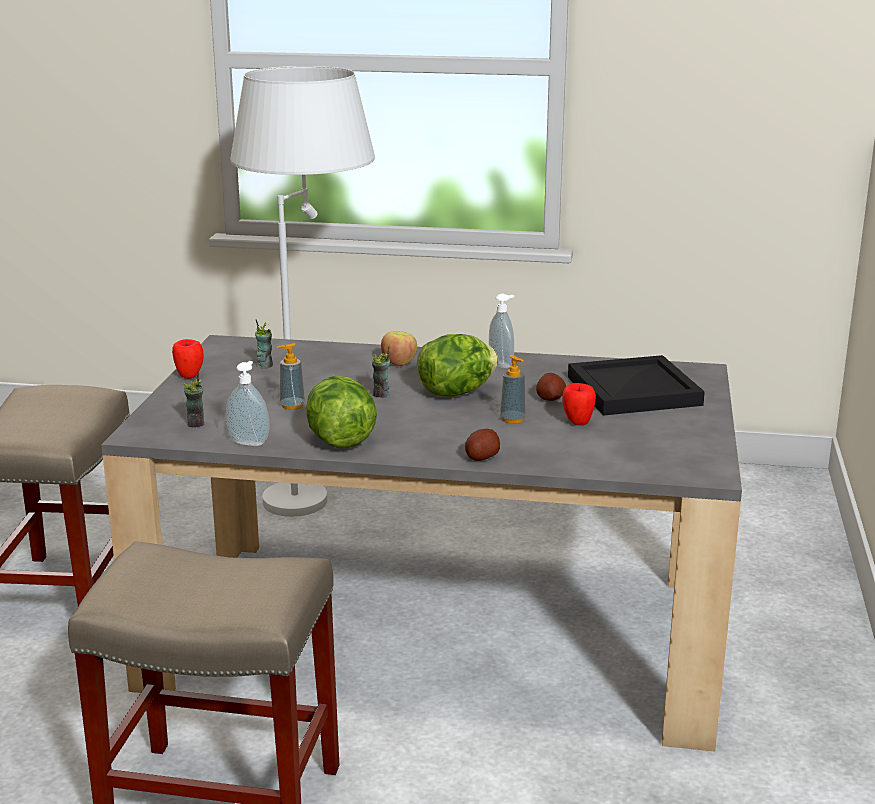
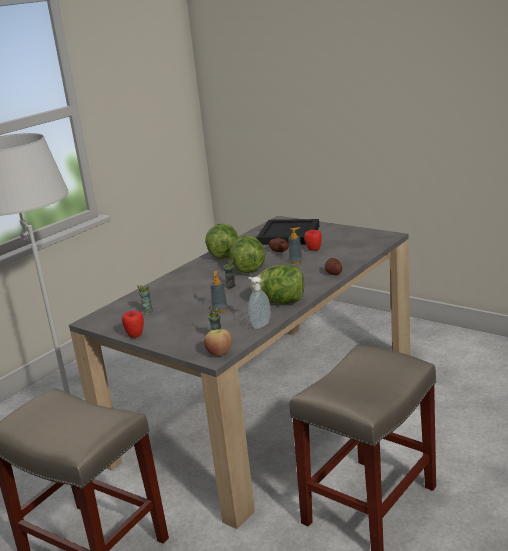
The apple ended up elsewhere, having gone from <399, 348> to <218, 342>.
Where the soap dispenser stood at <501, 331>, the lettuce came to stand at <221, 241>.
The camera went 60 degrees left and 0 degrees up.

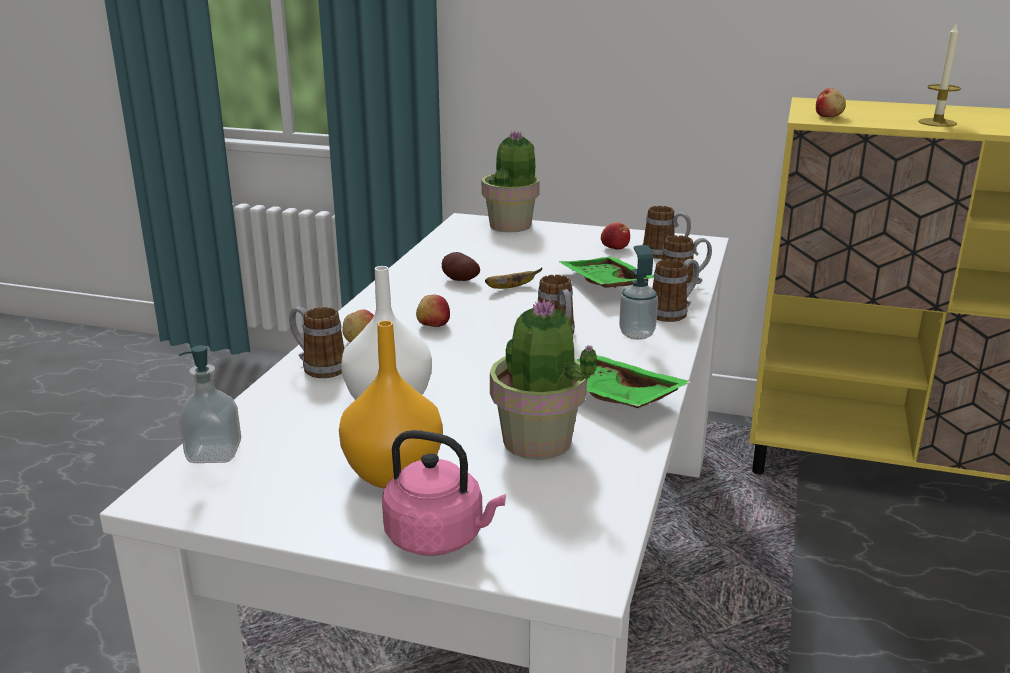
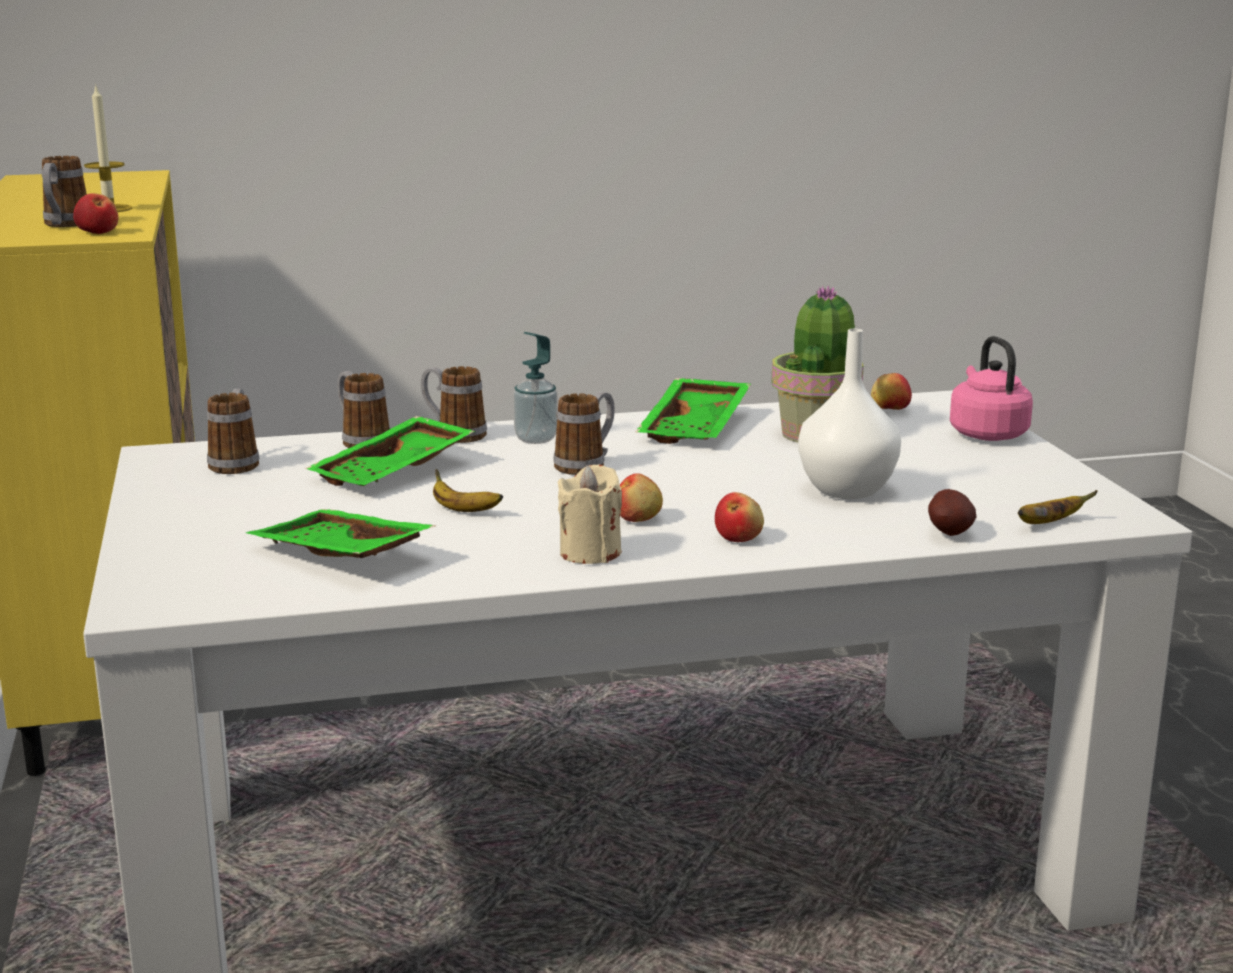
The second view lost the vase in orange at <391, 404>.
The second view lost the potted plant at <511, 181>.
The second view gained the tray in green at <341, 533>.
The second view gained the candle in beige at <590, 514>.
The mug ended up elsewhere, having gone from <316, 342> to <64, 191>.
The potato ended up elsewhere, having gone from <461, 266> to <952, 512>.
The apple ended up elsewhere, having gone from <615, 236> to <891, 391>.
Where the soap dispenser stood at <210, 404>, the banana came to stand at <1058, 507>.
The camera went 120 degrees left and 5 degrees down.

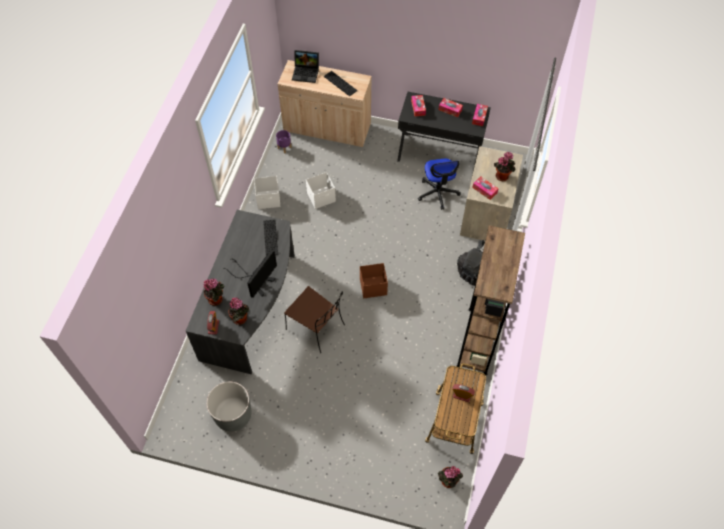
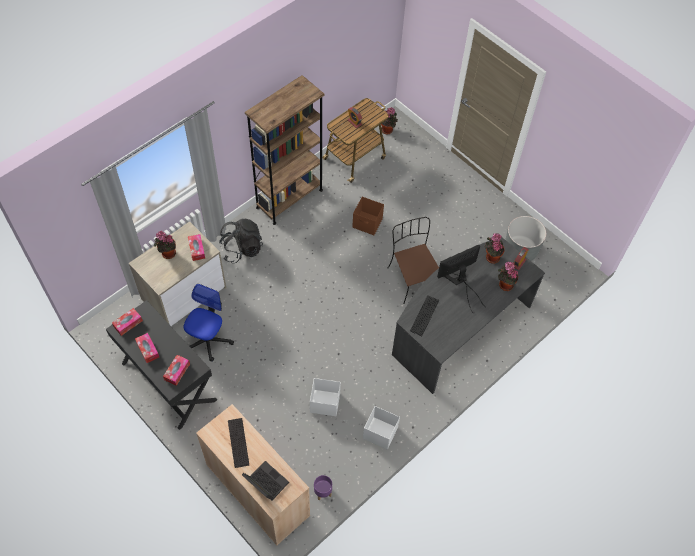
The storage box in brown ended up elsewhere, having gone from <374, 280> to <368, 216>.
The camera went 150 degrees left and 0 degrees up.

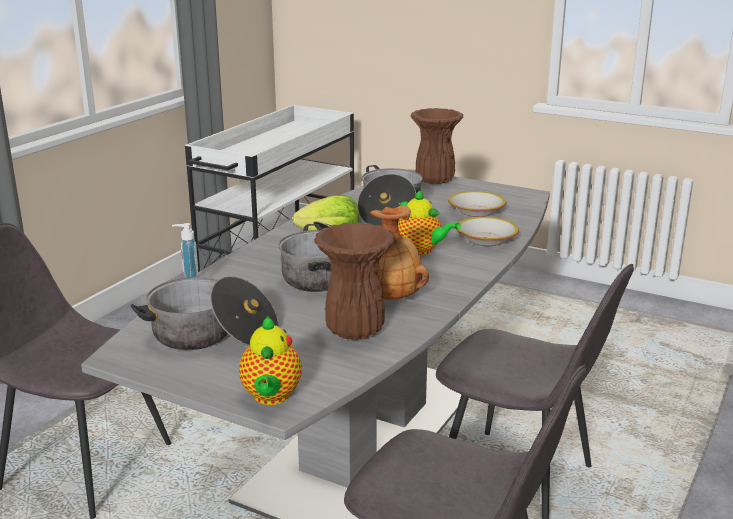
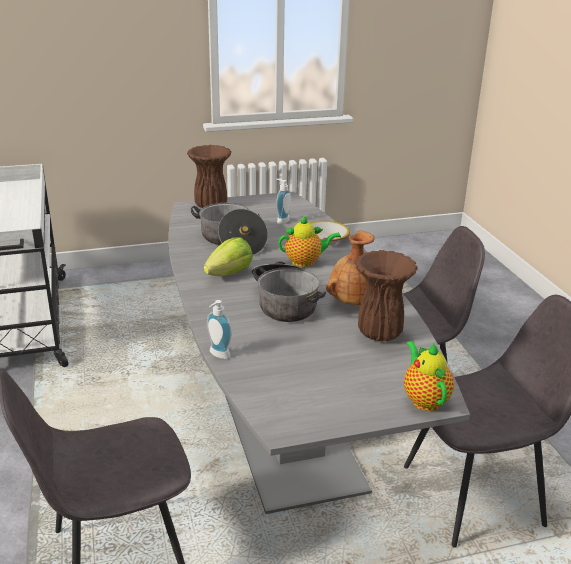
The second view lost the cooking pot at <205, 313>.
Where the bowl stood at <477, 204>, the soap dispenser came to stand at <283, 201>.
The teapot at <270, 360> ended up facing another way, 150 degrees counterclockwise from before.
The camera went 45 degrees left and 5 degrees up.

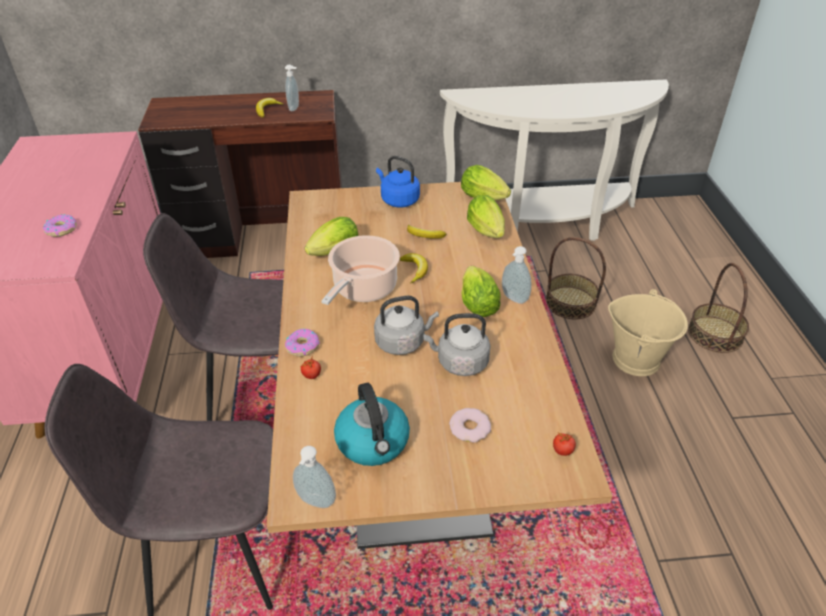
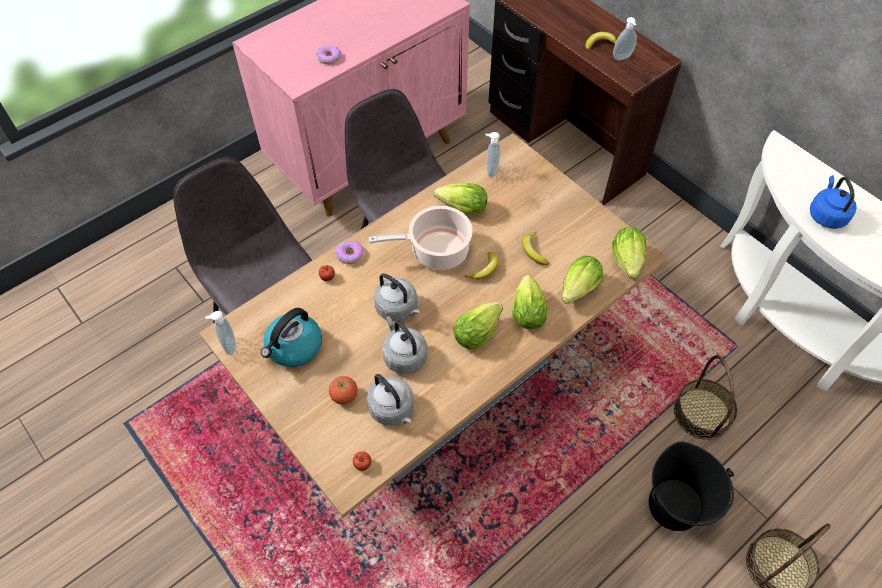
The second view gained the kettle in grey at <390, 399>.
The second view gained the lettuce at <529, 302>.
The kettle in blue ended up elsewhere, having gone from <398, 182> to <833, 202>.
The soap dispenser ended up elsewhere, having gone from <517, 275> to <492, 154>.
Where the donut stood at <470, 425>, the tomato came to stand at <343, 390>.
What was the bucket in beige at <648, 332> turned into the bucket in black at <691, 486>.
The camera went 55 degrees right and 15 degrees up.

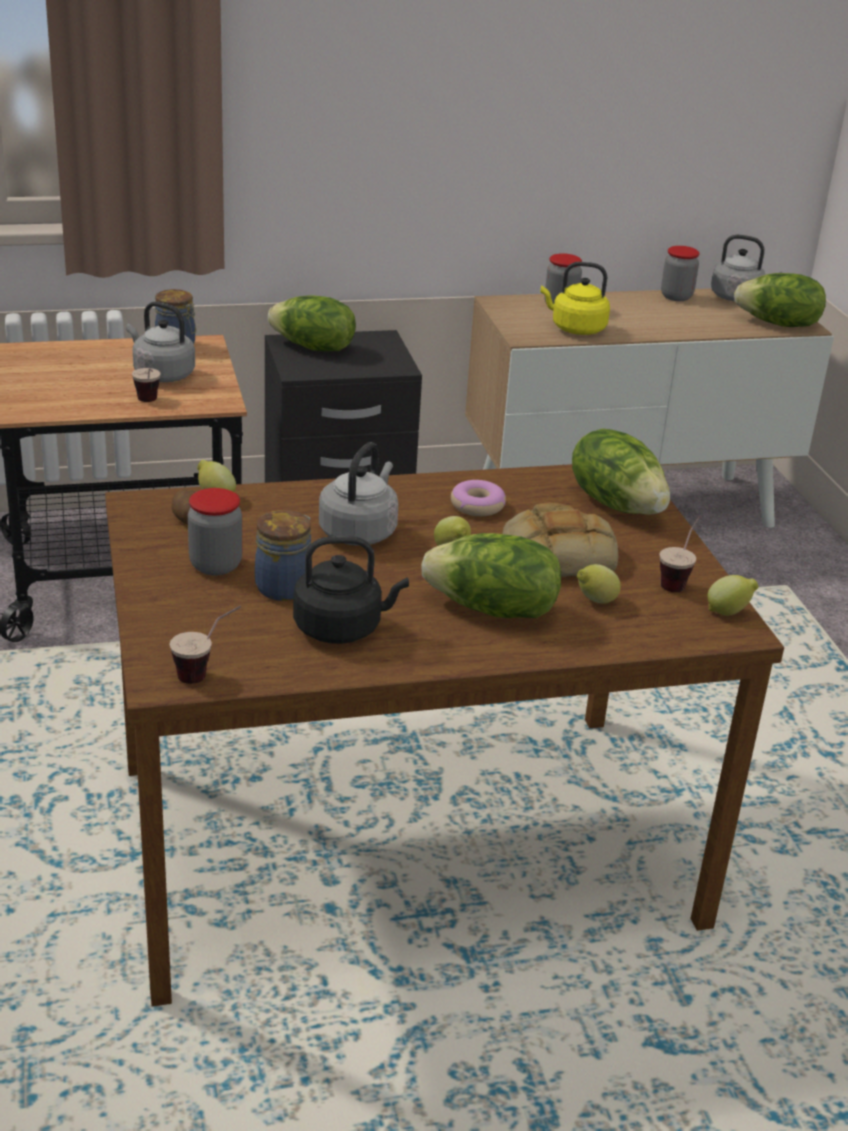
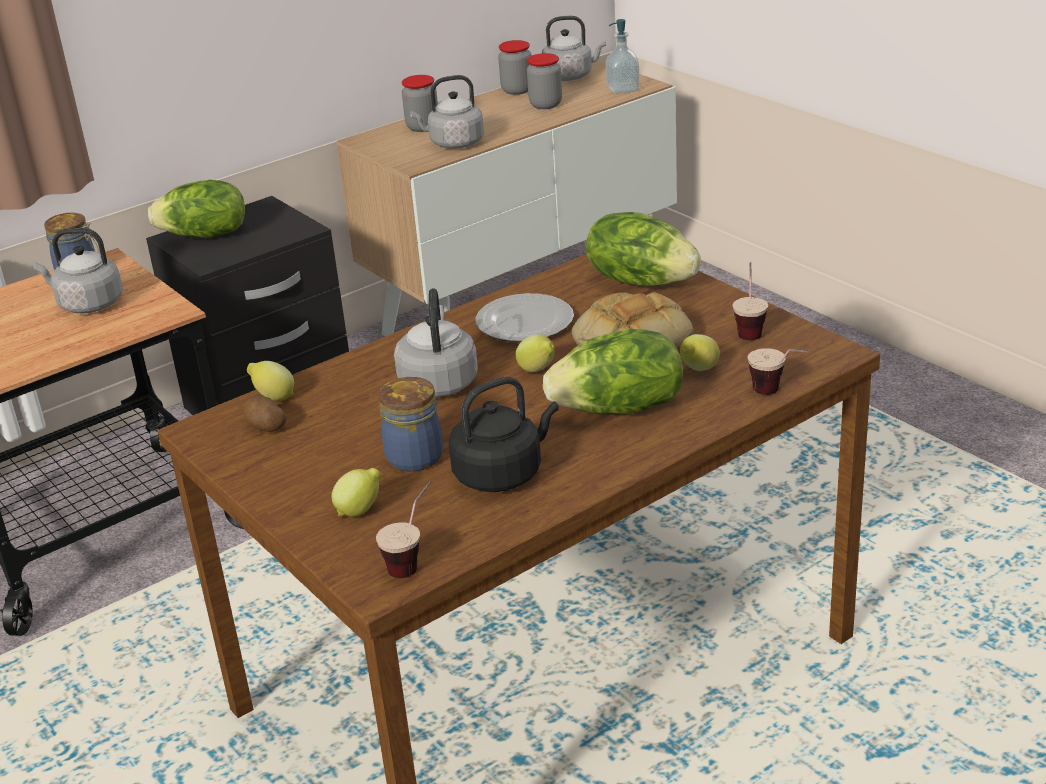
The cup ended up elsewhere, having gone from <146, 385> to <778, 371>.
The jar ended up elsewhere, having gone from <215, 532> to <544, 81>.
The lemon ended up elsewhere, having gone from <733, 595> to <357, 492>.
Where the donut stood at <478, 498>, the plate came to stand at <525, 317>.
Where the lettuce stood at <780, 300>, the soap dispenser came to stand at <623, 56>.
What was the kettle in yellow at <575, 298> turned into the kettle in grey at <447, 111>.
The camera went 20 degrees left and 0 degrees up.

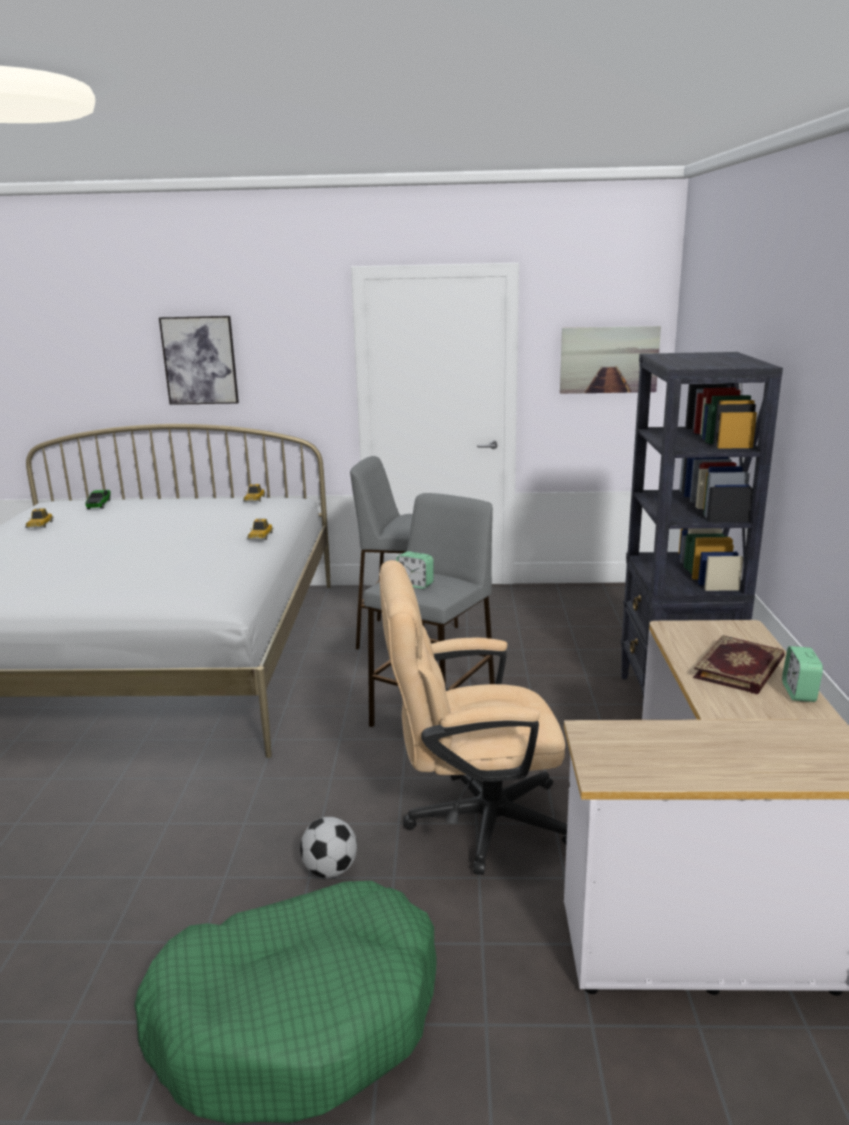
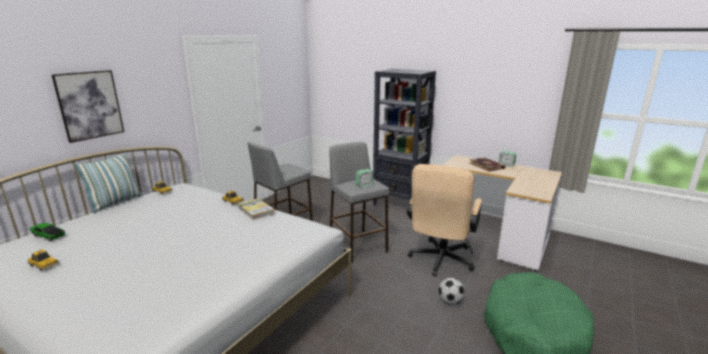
The second view lost the picture at <610, 360>.
The second view gained the pillow at <108, 183>.
The second view gained the book at <256, 209>.
The camera went 60 degrees left and 0 degrees up.

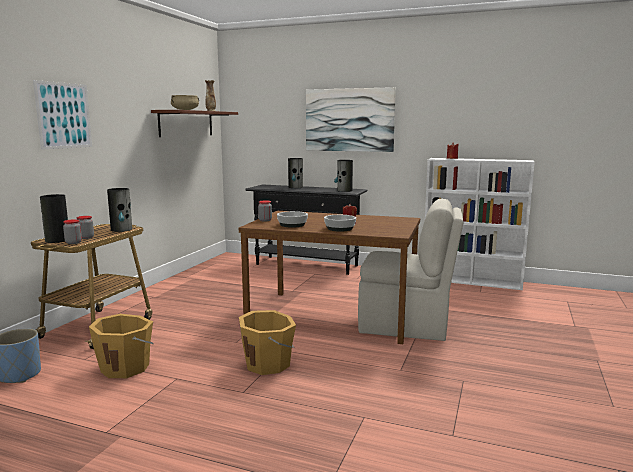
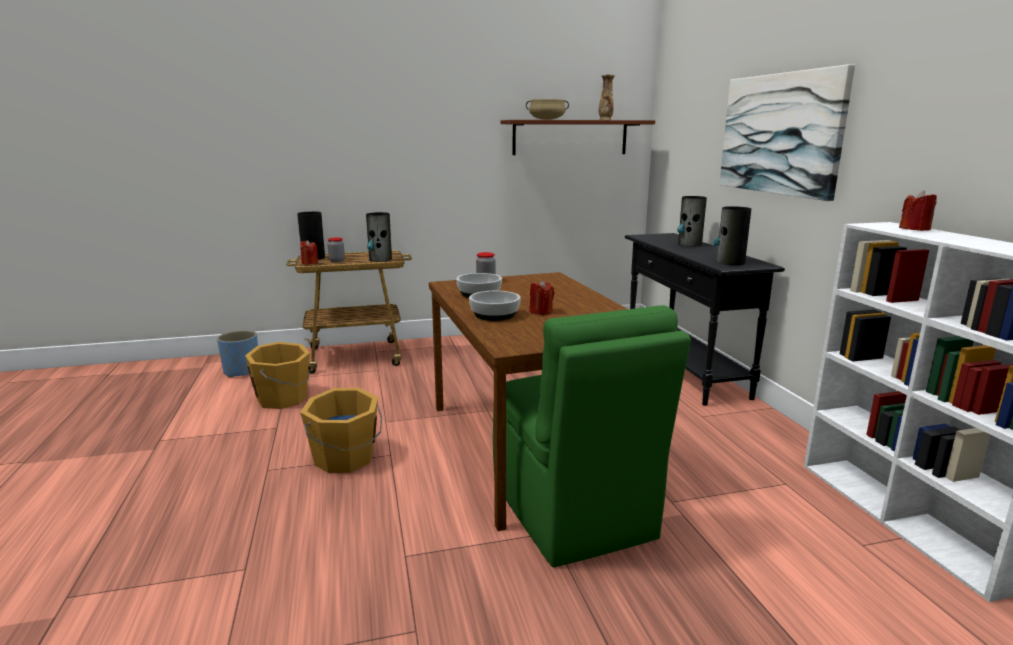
The second view lost the picture at <62, 115>.
Where the jar stood at <72, 231>, the candle in red came to stand at <309, 252>.
What was the chair in beige at <411, 269> turned into the chair in green at <592, 436>.
The camera went 55 degrees right and 5 degrees up.

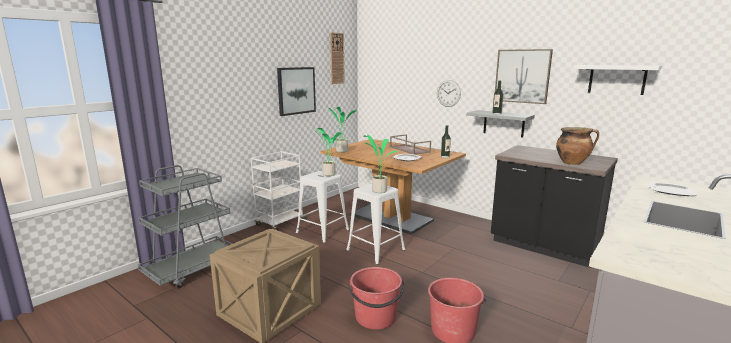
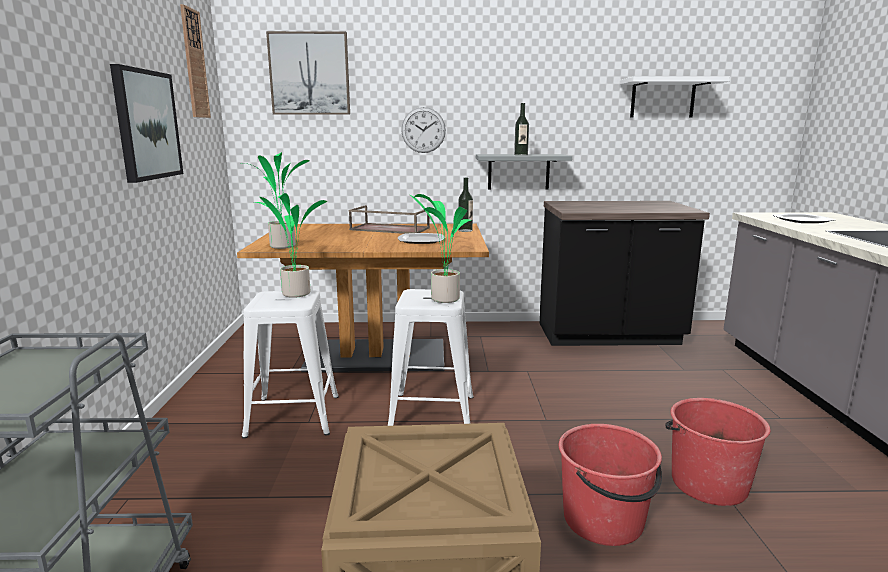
The second view lost the cart in white at <279, 190>.
The second view lost the cooking pot at <577, 146>.
The picture ended up elsewhere, having gone from <524, 76> to <308, 73>.
The camera went 40 degrees left and 0 degrees up.

